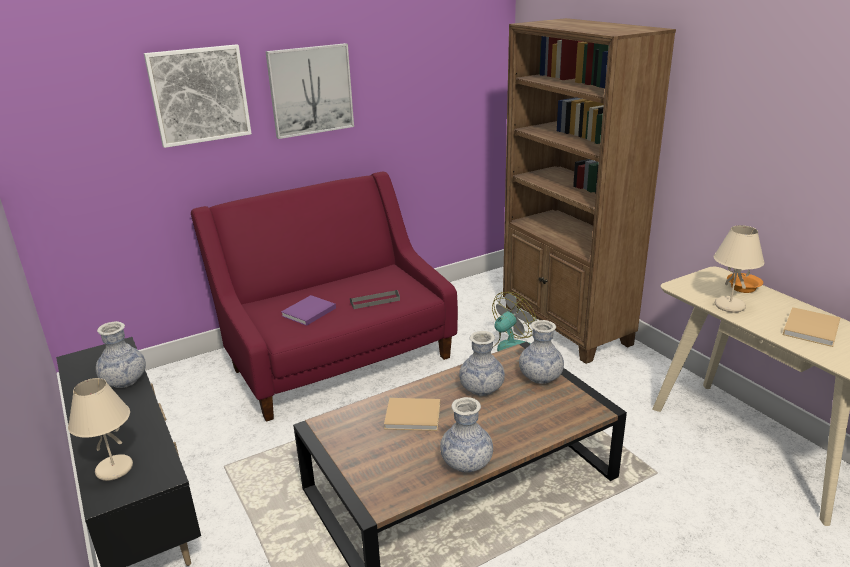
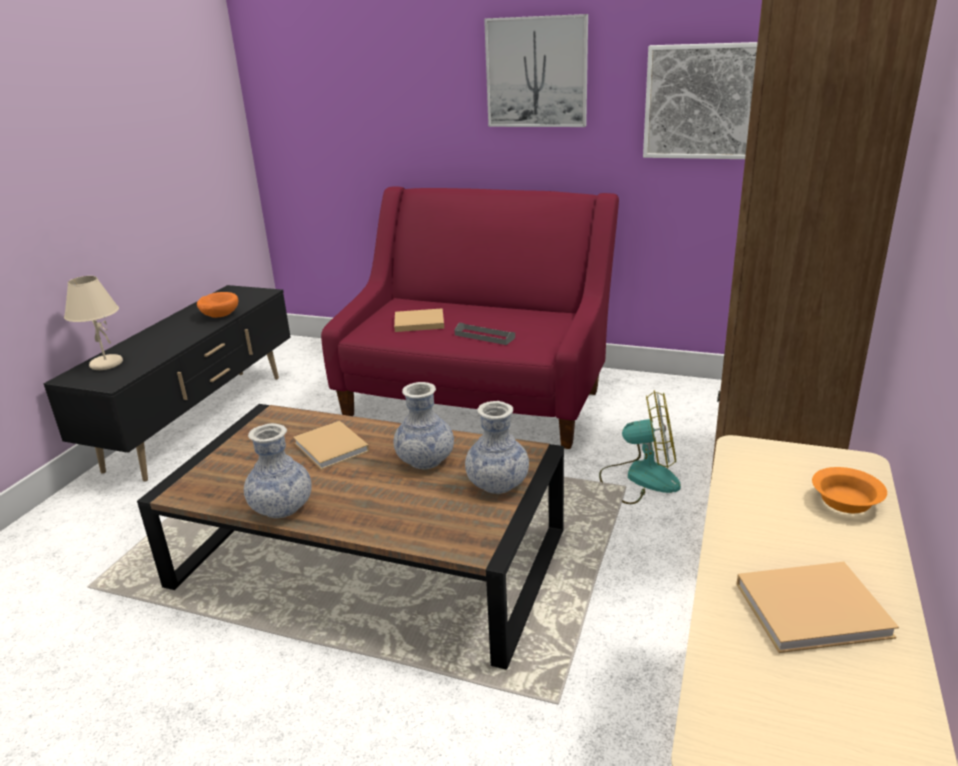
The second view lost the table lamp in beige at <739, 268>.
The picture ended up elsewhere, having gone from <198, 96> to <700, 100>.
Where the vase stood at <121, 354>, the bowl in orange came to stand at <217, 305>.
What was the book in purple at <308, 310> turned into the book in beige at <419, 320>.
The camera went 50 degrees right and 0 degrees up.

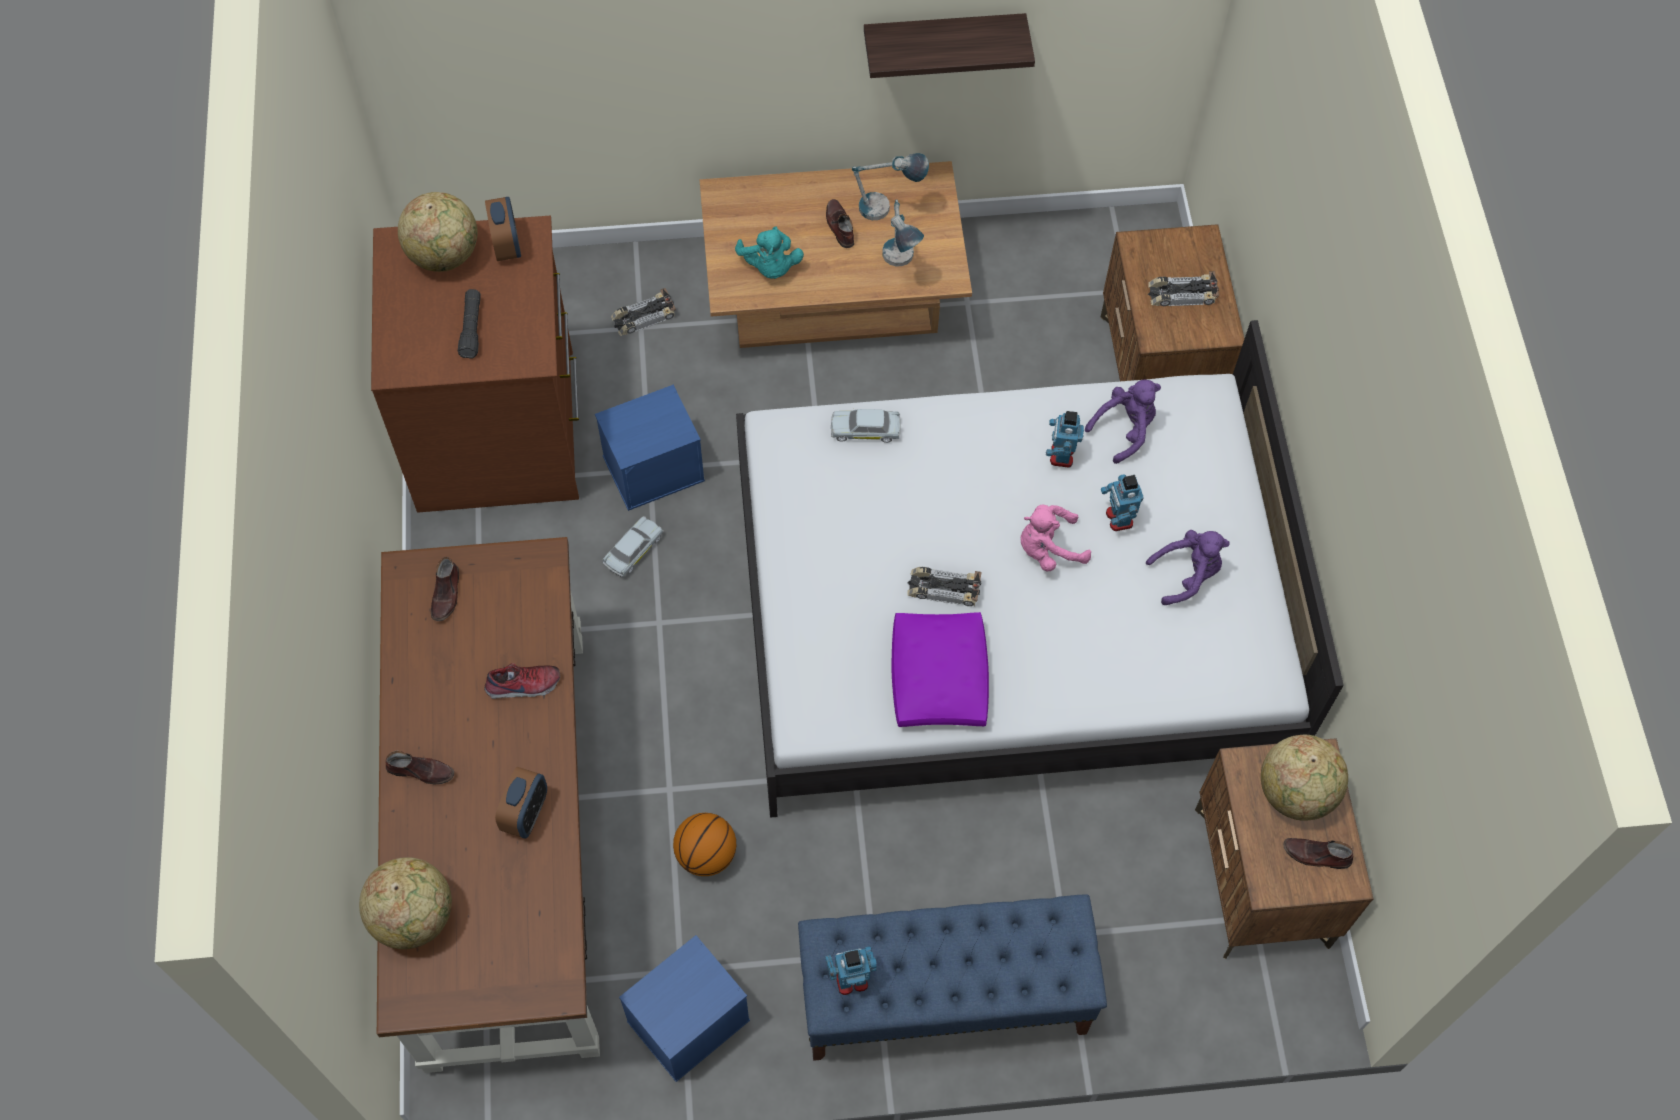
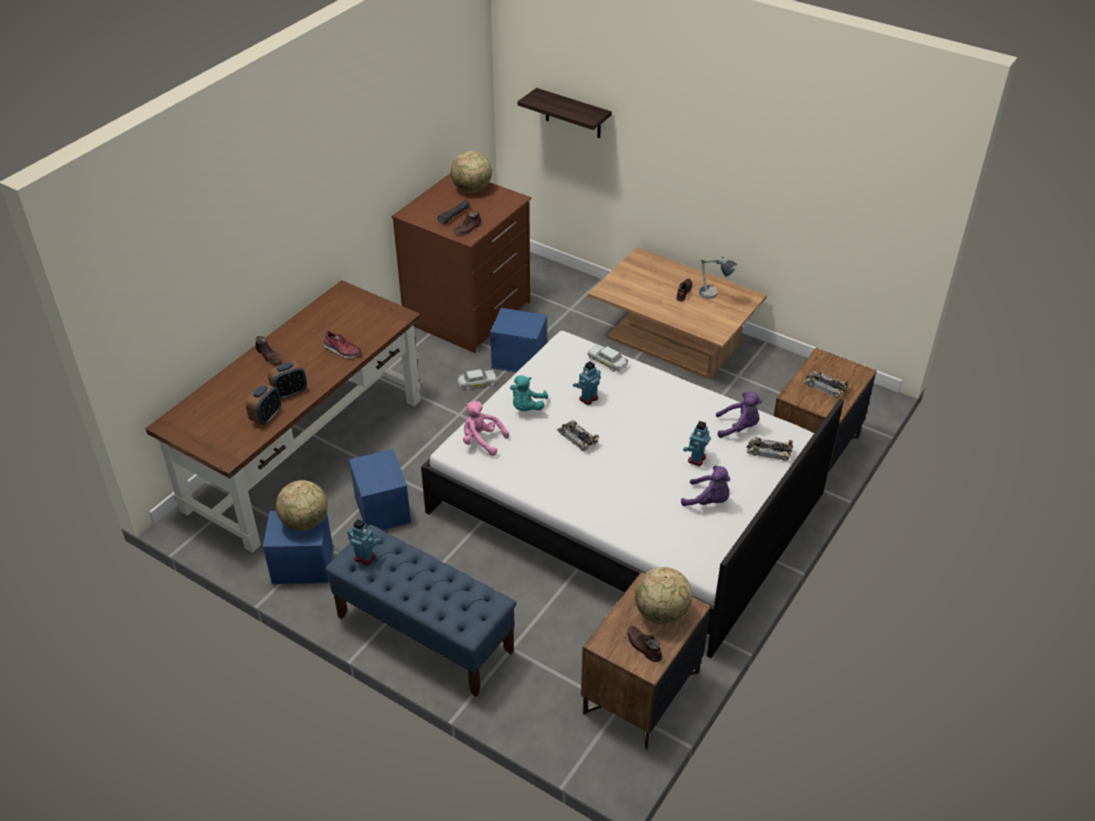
The second view lost the table lamp at <903, 233>.
The second view lost the pillow in purple at <940, 669>.
The globe ended up elsewhere, having gone from <405, 903> to <301, 505>.
The shoe in brown ended up elsewhere, having gone from <445, 589> to <467, 222>.
The alarm clock ended up elsewhere, having gone from <503, 229> to <263, 404>.
The toy car ended up elsewhere, having gone from <643, 312> to <769, 449>.
The plush toy in turquoise ended up elsewhere, having gone from <769, 252> to <529, 393>.
The shelf ended up elsewhere, having gone from <949, 45> to <564, 113>.
The plush toy in pink ended up elsewhere, having gone from <1055, 538> to <486, 428>.
The toy robot ended up elsewhere, having gone from <1065, 439> to <587, 383>.
Where the basketball stood at <704, 844>, the storage box in blue came to stand at <380, 489>.
The camera went 40 degrees right and 20 degrees down.

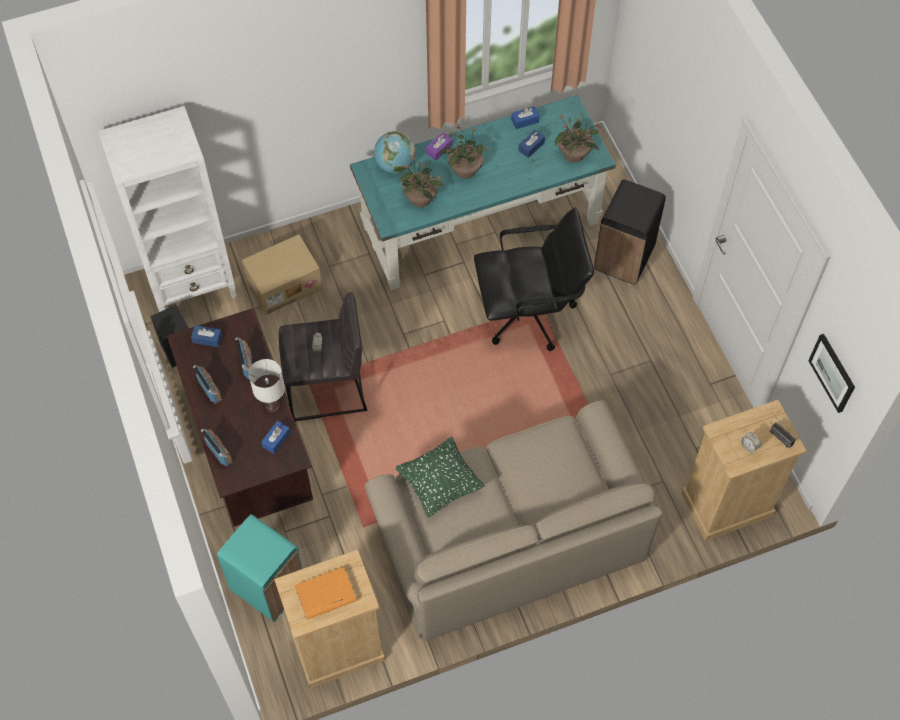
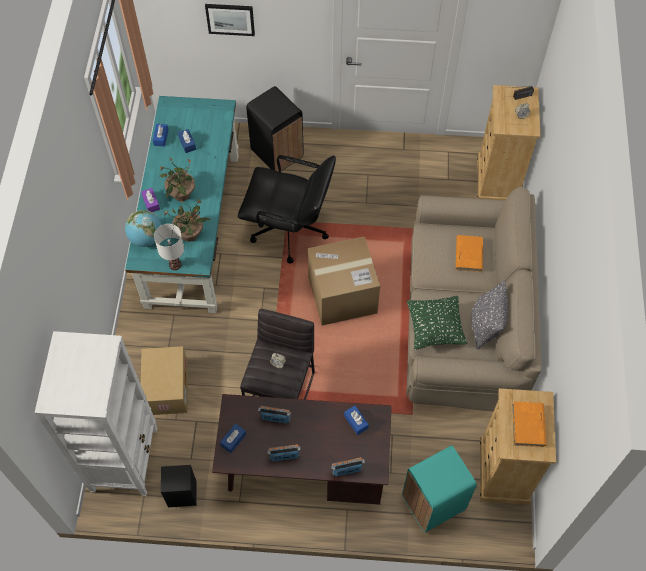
The second view lost the potted plant at <578, 138>.
The second view gained the cardboard box at <344, 280>.
The second view gained the book in orange at <469, 253>.
The second view gained the pillow in grey at <489, 314>.
The table lamp in white ended up elsewhere, having gone from <267, 386> to <169, 247>.
The picture ended up elsewhere, having gone from <831, 373> to <230, 20>.
The office chair in black at <534, 279> ended up facing another way, 90 degrees clockwise from before.
The camera went 65 degrees left and 0 degrees up.

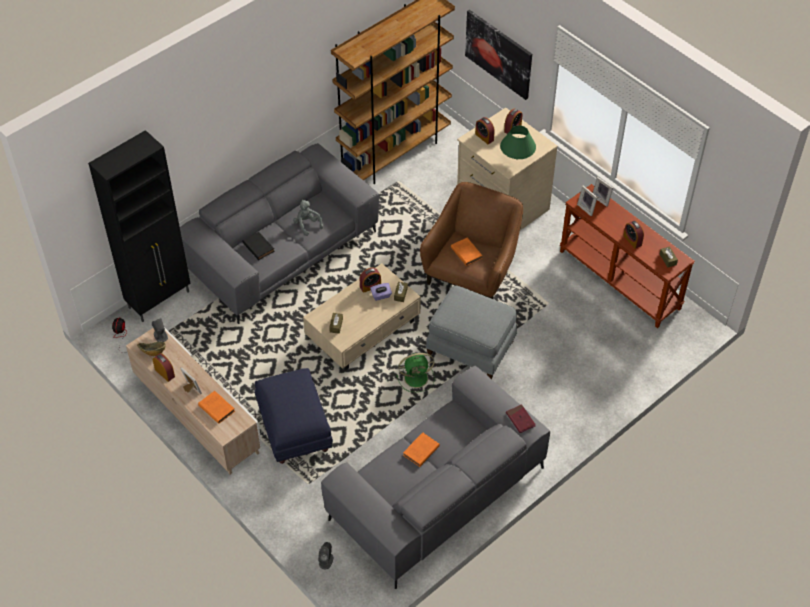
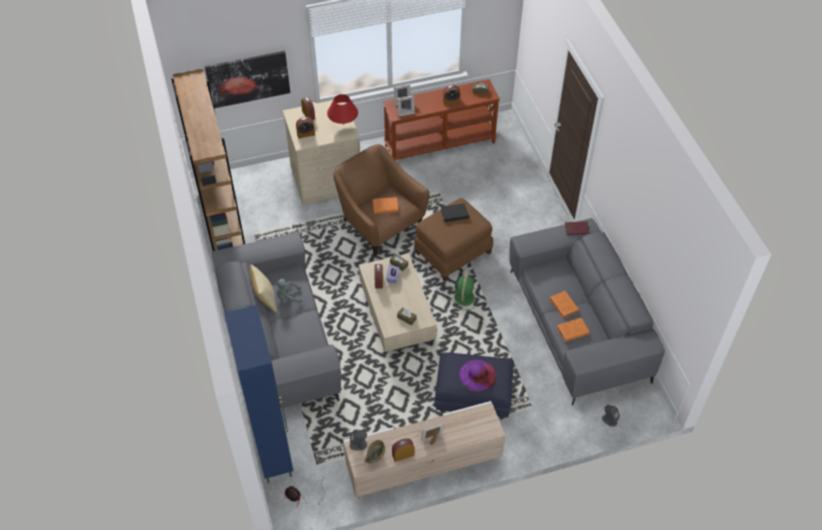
The second view gained the pillow at <263, 288>.
The second view gained the hat in purple at <478, 375>.
The book in orange ended up elsewhere, having gone from <216, 407> to <573, 330>.
The book in black ended up elsewhere, having gone from <258, 246> to <455, 212>.
What was the cabinet in black at <139, 226> turned into the cabinet in blue at <258, 394>.
What was the ottoman in grey at <471, 332> turned into the ottoman in brown at <453, 240>.
What was the table lamp in green at <518, 142> turned into the table lamp in red at <342, 109>.
The camera went 65 degrees left and 0 degrees up.

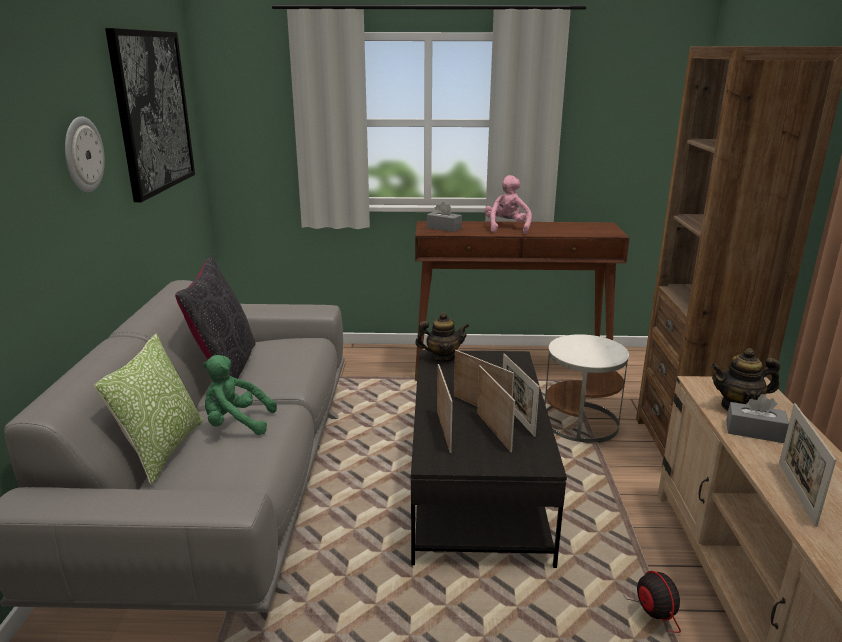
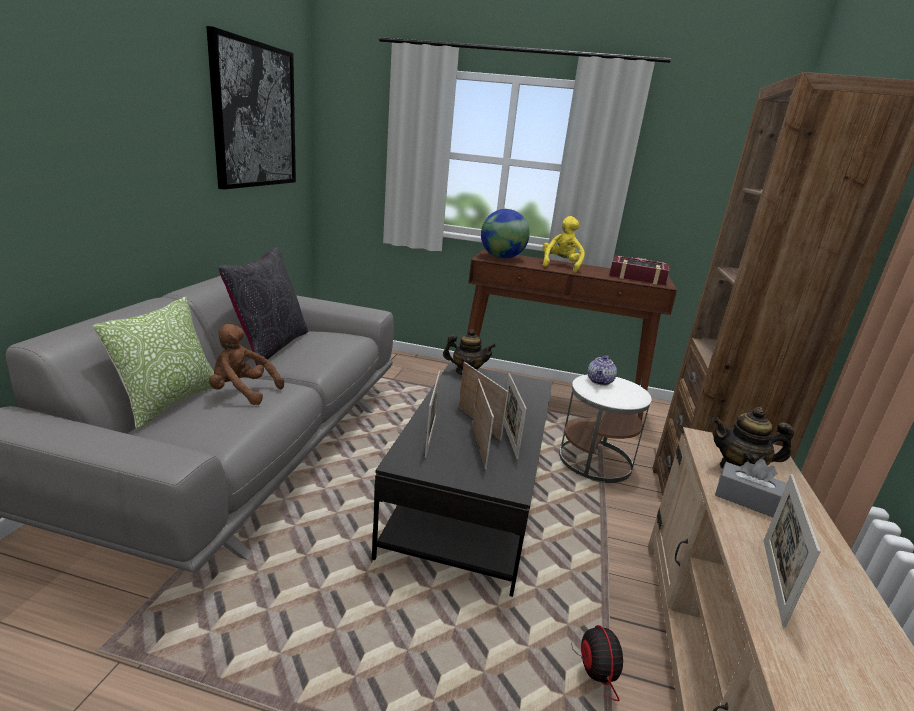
The second view lost the wall clock at <85, 154>.
The second view gained the teapot at <602, 370>.
The second view gained the book at <639, 270>.
Where the tissue box in grey stood at <444, 217>, the globe came to stand at <505, 234>.
What was the plush toy in green at <240, 395> turned into the plush toy in brown at <246, 364>.
What was the plush toy in pink at <508, 205> turned into the plush toy in yellow at <563, 244>.
The camera went 10 degrees right and 0 degrees up.

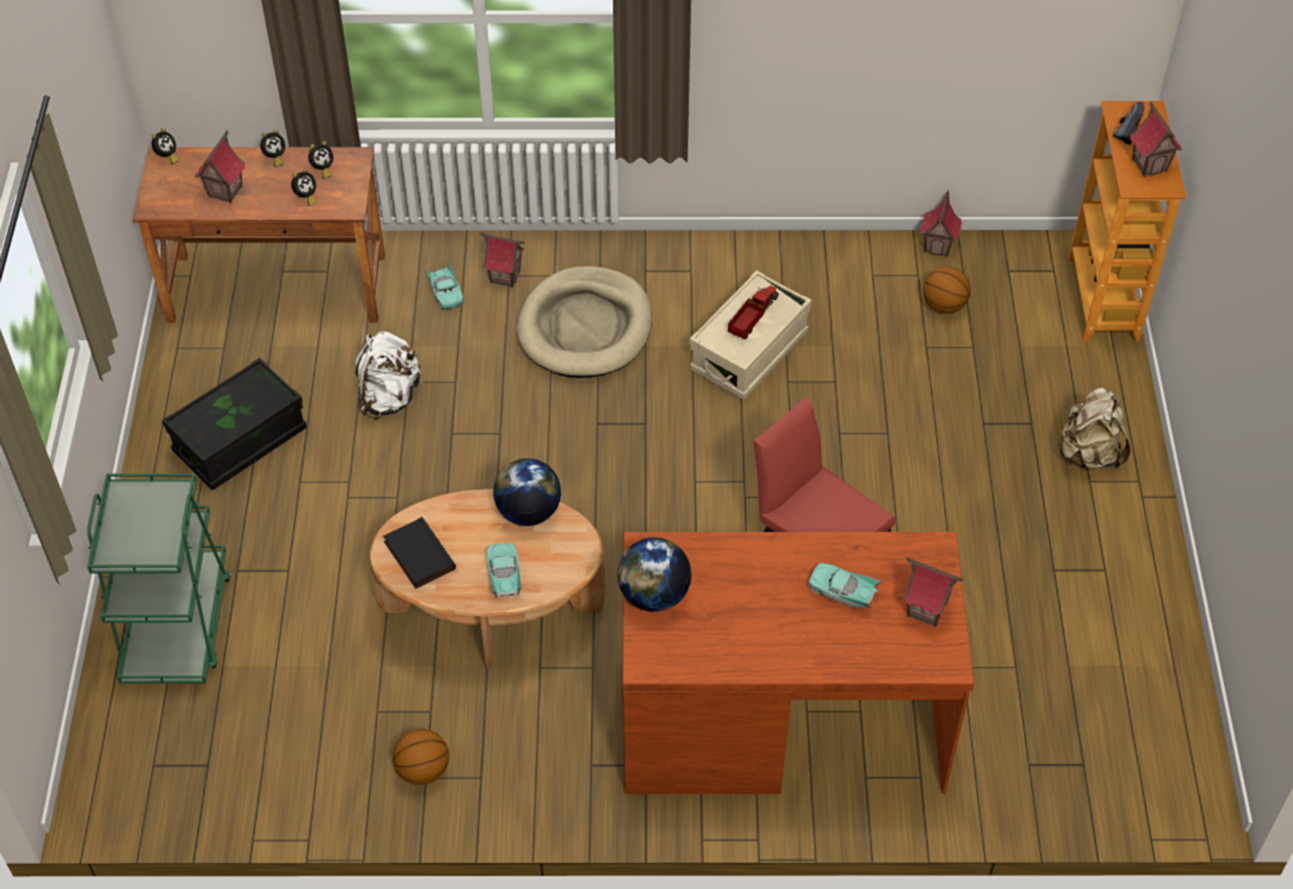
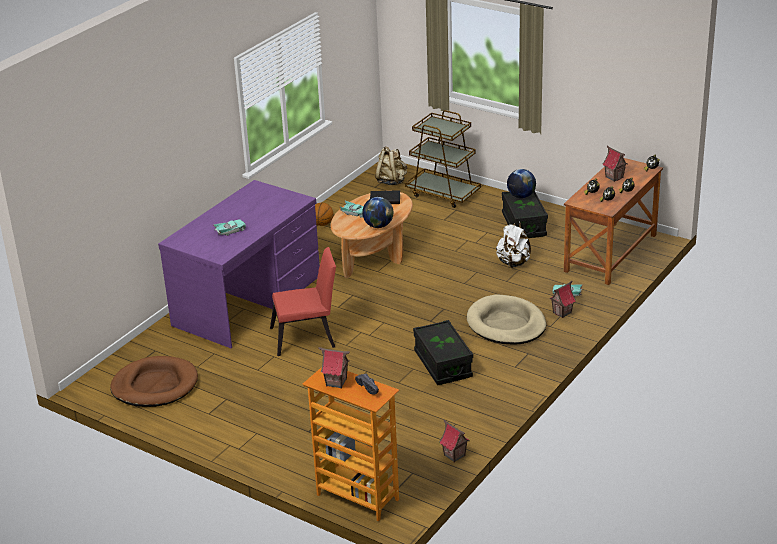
The second view lost the toy truck at <753, 312>.
The second view lost the toy house at <933, 592>.
The second view lost the basketball at <947, 290>.
The second view gained the dog bed in brown at <154, 381>.
The globe ended up elsewhere, having gone from <654, 574> to <521, 183>.
The backpack in beige ended up elsewhere, having gone from <1093, 428> to <391, 165>.
What was the cart in green at <159, 578> turned into the cart in brown at <443, 159>.
What was the desk in brown at <798, 663> turned into the desk in purple at <239, 264>.
What was the storage box in beige at <750, 335> turned into the storage box in black at <443, 352>.
The camera went 125 degrees right and 20 degrees down.

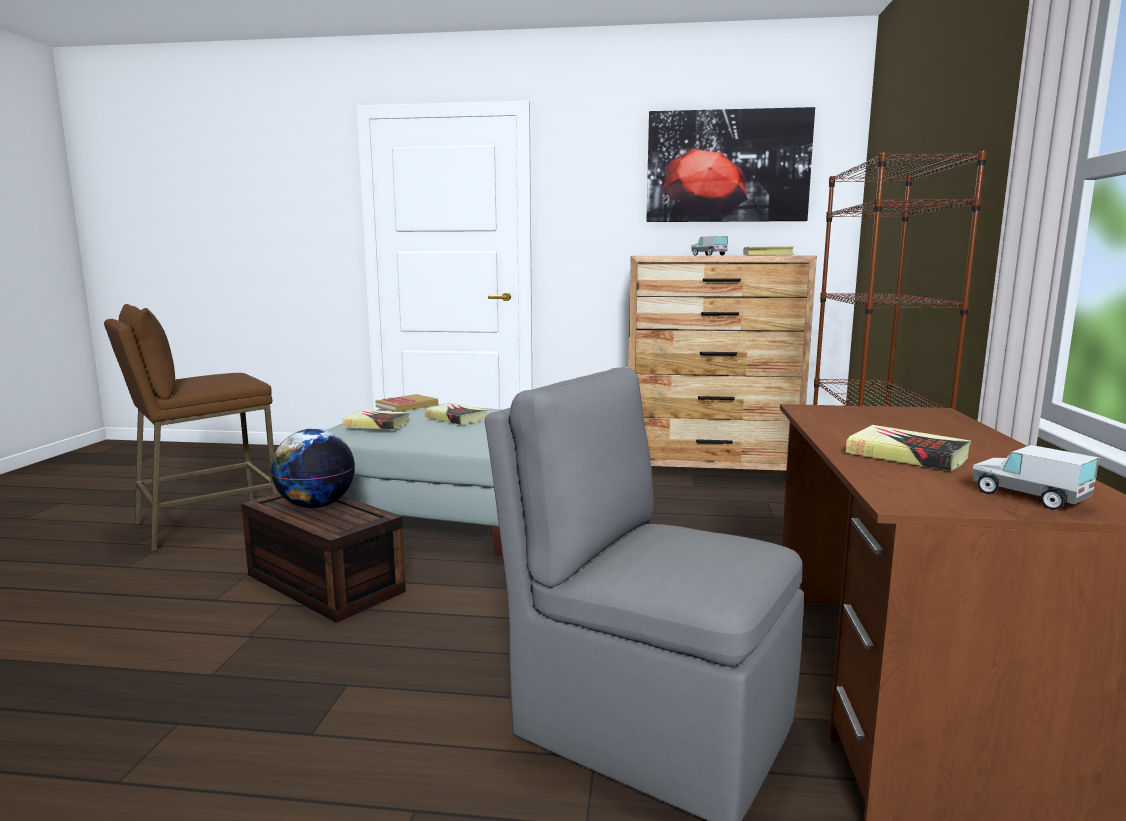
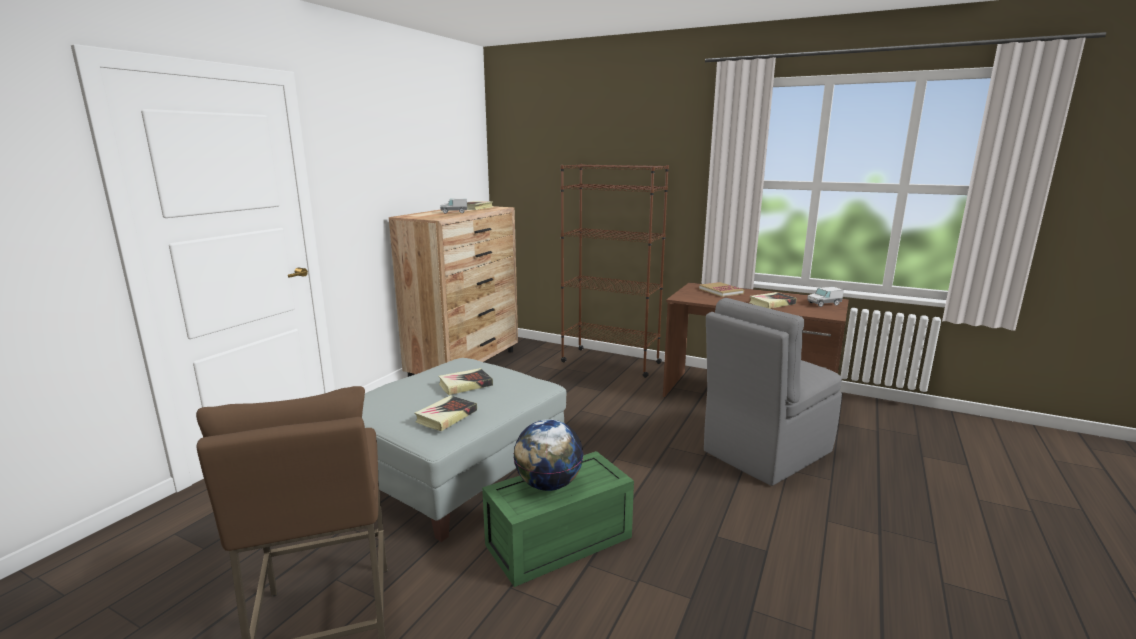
The second view lost the picture at <730, 164>.
The book ended up elsewhere, having gone from <406, 403> to <721, 289>.
What was the storage box in brown at <323, 558> turned into the storage box in green at <558, 519>.
The camera went 70 degrees left and 5 degrees up.

